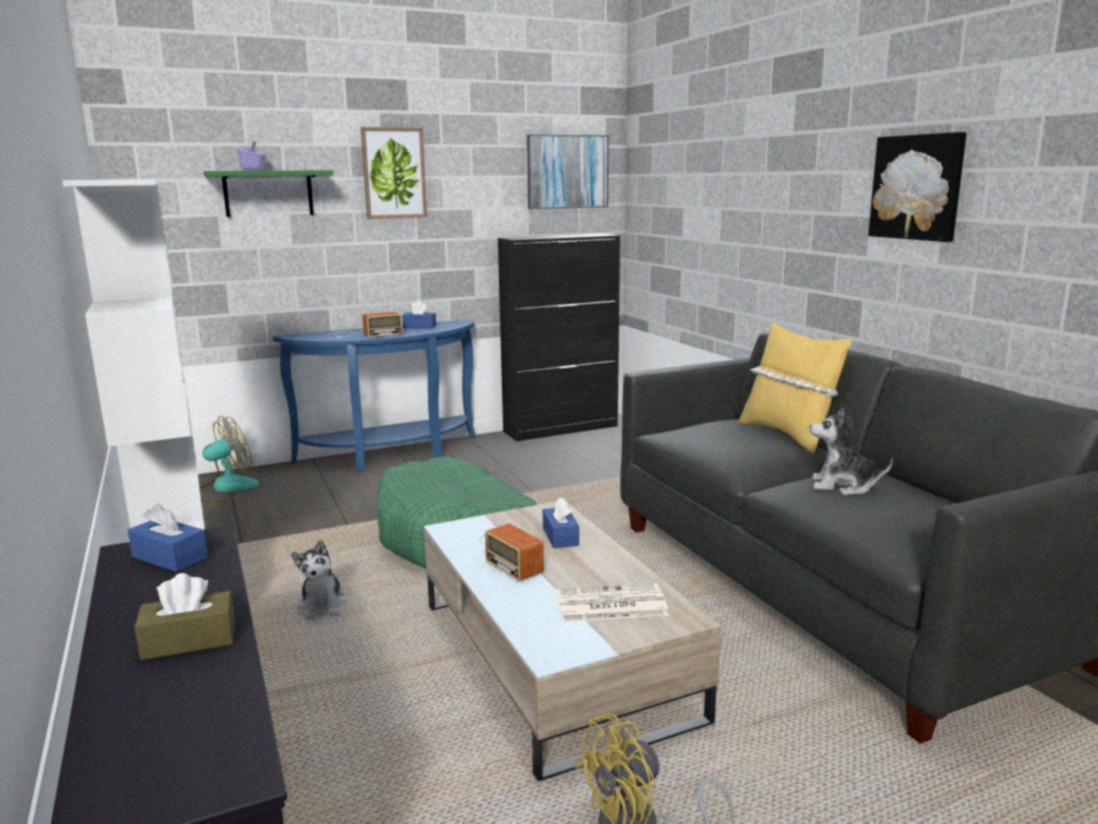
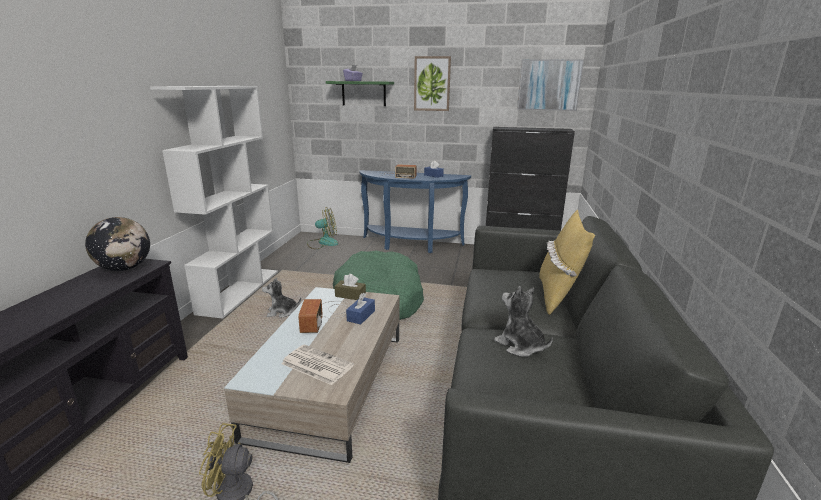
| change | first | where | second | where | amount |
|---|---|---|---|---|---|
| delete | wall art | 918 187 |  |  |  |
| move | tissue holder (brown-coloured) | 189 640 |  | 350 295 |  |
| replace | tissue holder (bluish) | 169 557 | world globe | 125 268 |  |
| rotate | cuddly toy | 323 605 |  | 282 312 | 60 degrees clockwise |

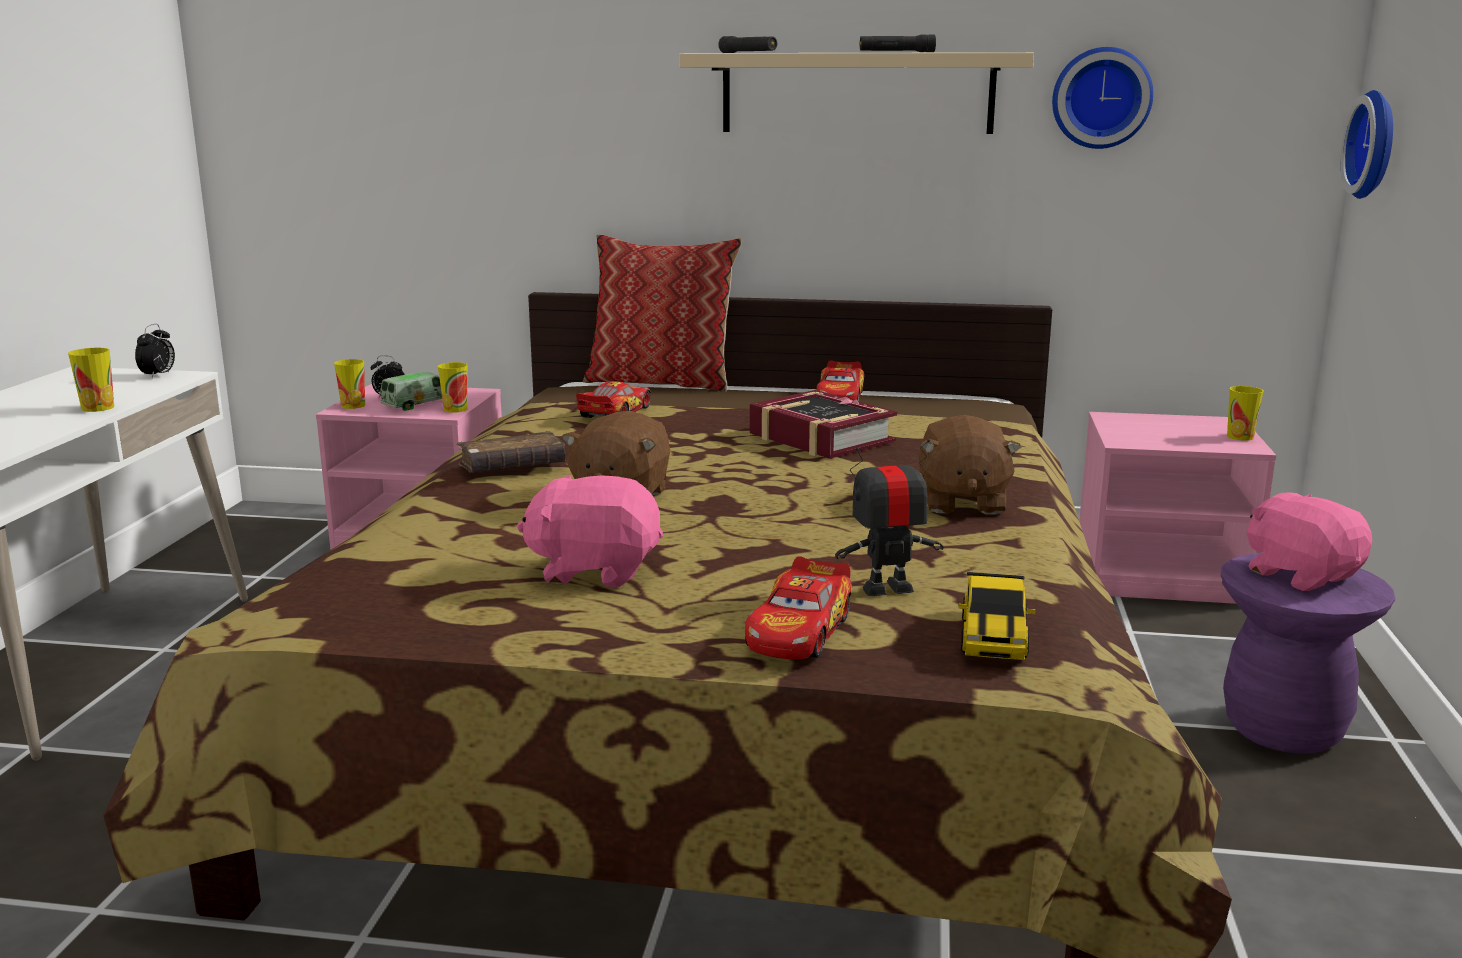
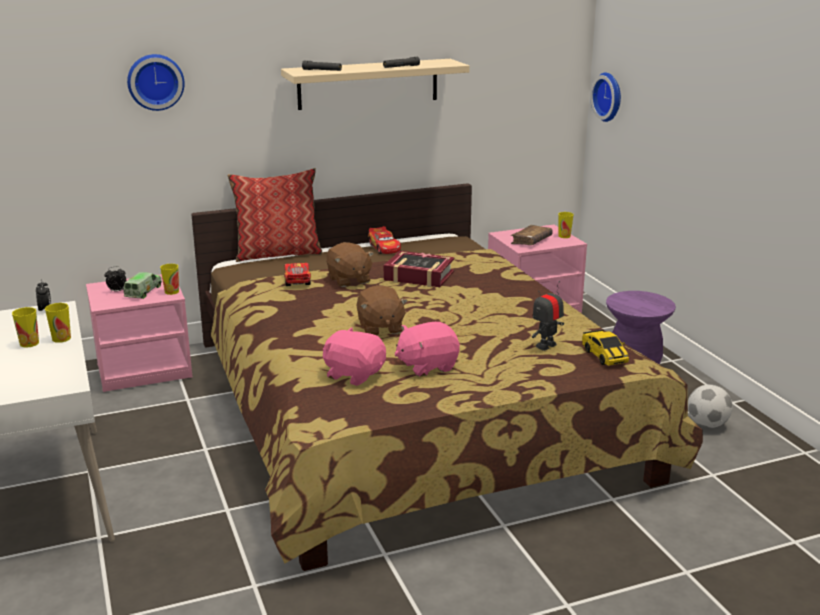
| change | first | where | second | where | amount |
|---|---|---|---|---|---|
| delete | toy car | 800 631 |  |  |  |
| insert |  |  | football ball | 707 424 |  |
| move | small cup | 353 405 |  | 29 343 |  |
| move | bound book (brown-coloured) | 512 467 |  | 531 241 |  |
| move | cuddly toy (brown-coloured) | 961 502 |  | 349 280 |  |
| move | hanging clock | 1101 98 |  | 155 81 |  |
| move | cuddly toy (pink) | 1301 575 |  | 354 374 |  |

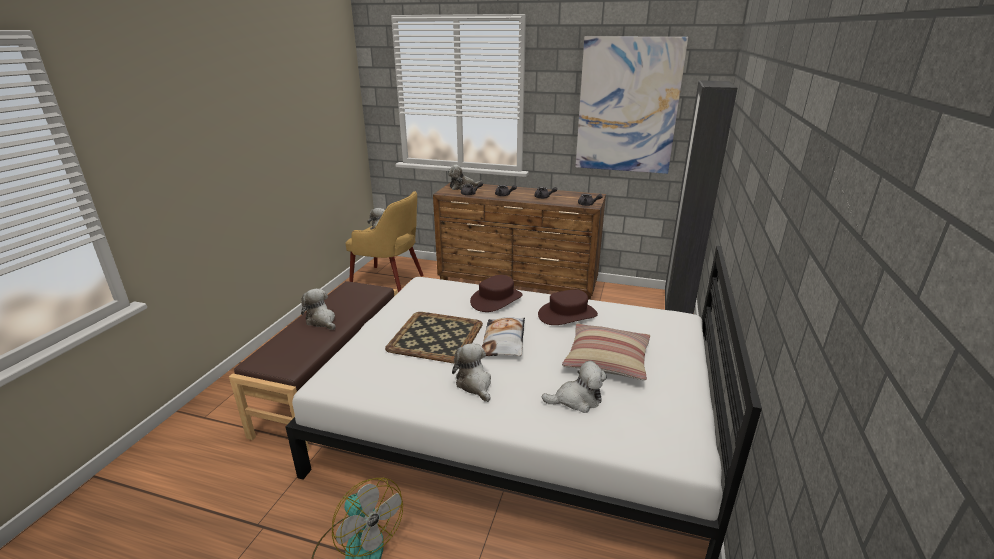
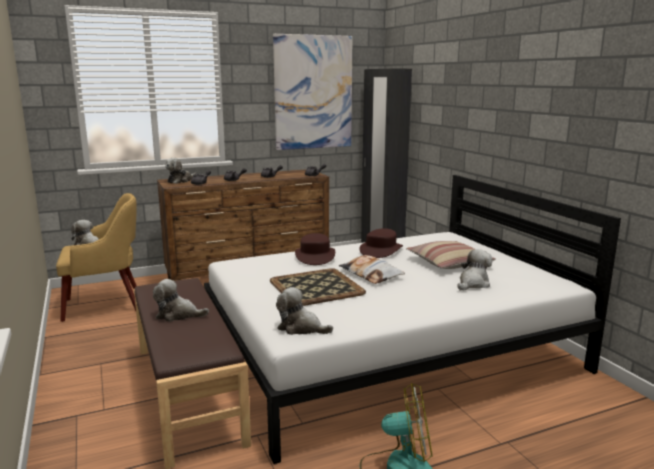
| change | first | where | second | where | amount |
|---|---|---|---|---|---|
| move | cuddly toy | 474 384 |  | 301 328 |  |

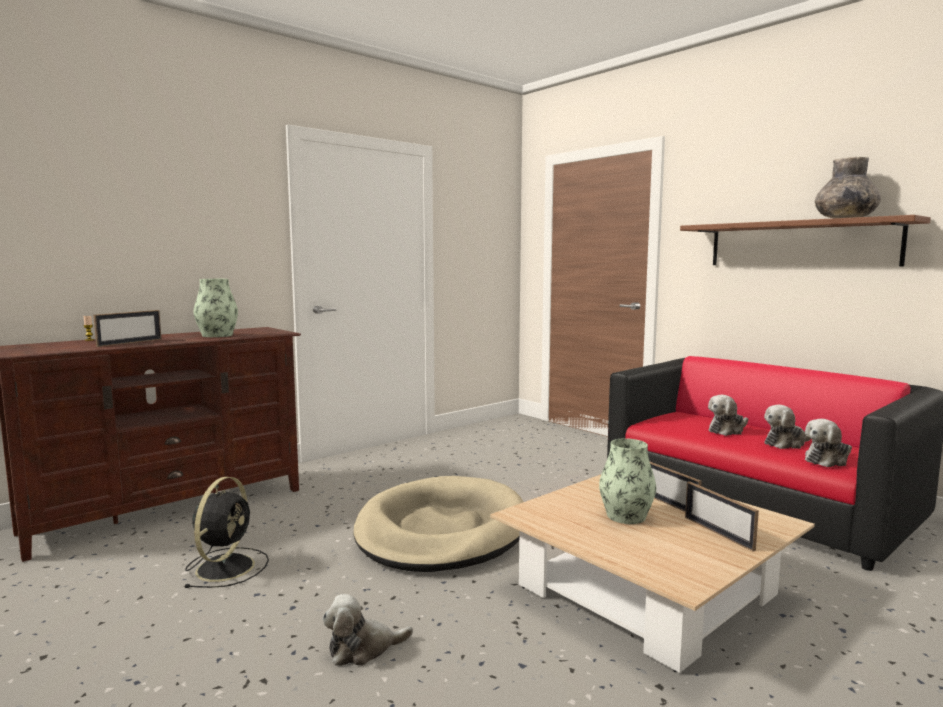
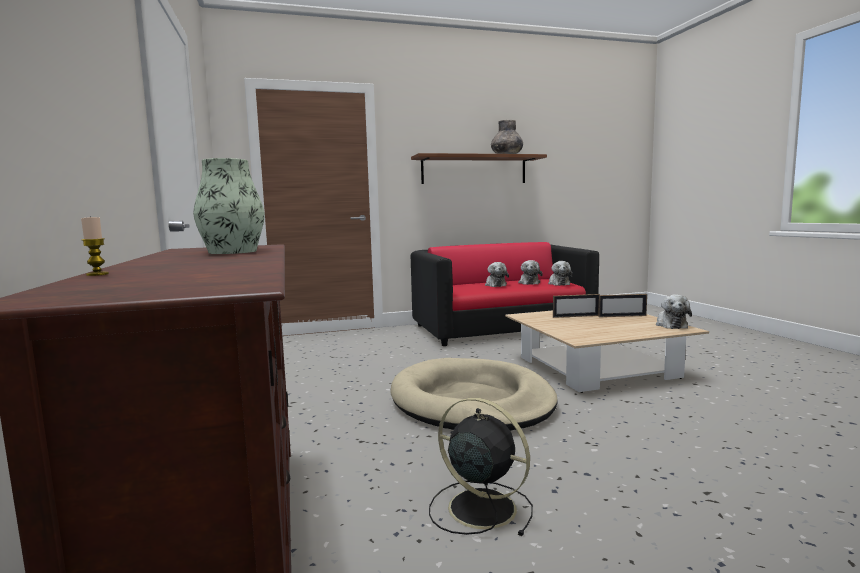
| change | first | where | second | where | amount |
|---|---|---|---|---|---|
| delete | photo frame | 130 342 |  |  |  |
| delete | vase | 626 516 |  |  |  |
| move | cuddly toy | 363 649 |  | 670 325 |  |

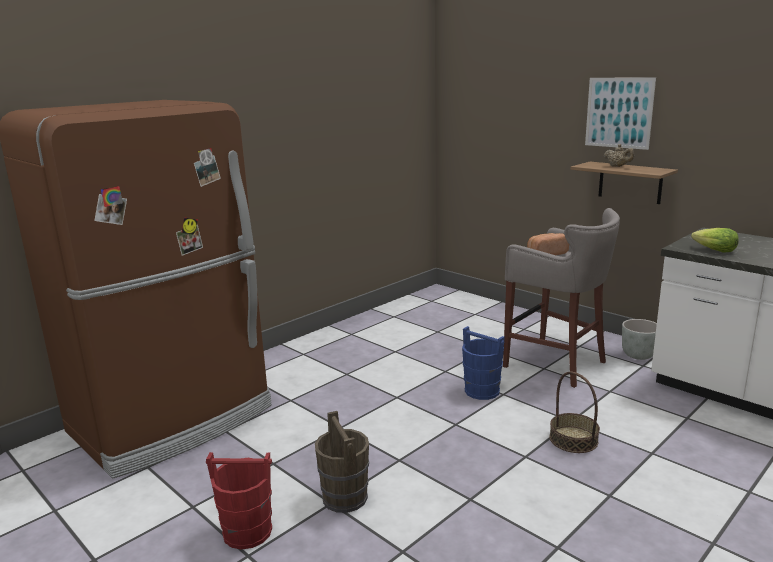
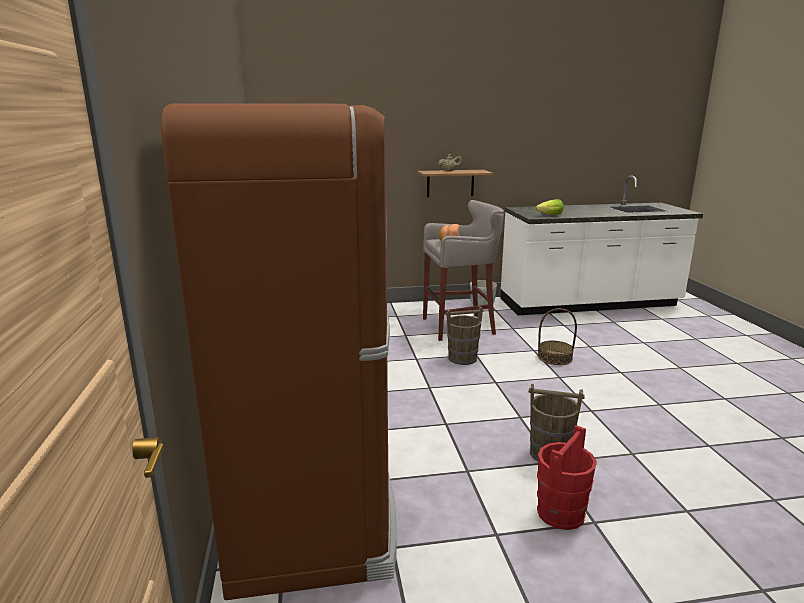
| change | first | where | second | where | amount |
|---|---|---|---|---|---|
| delete | wall art | 619 113 |  |  |  |
| recolor | water bucket (bluish) | 482 391 | water bucket (brown-coloured) | 463 358 |  |

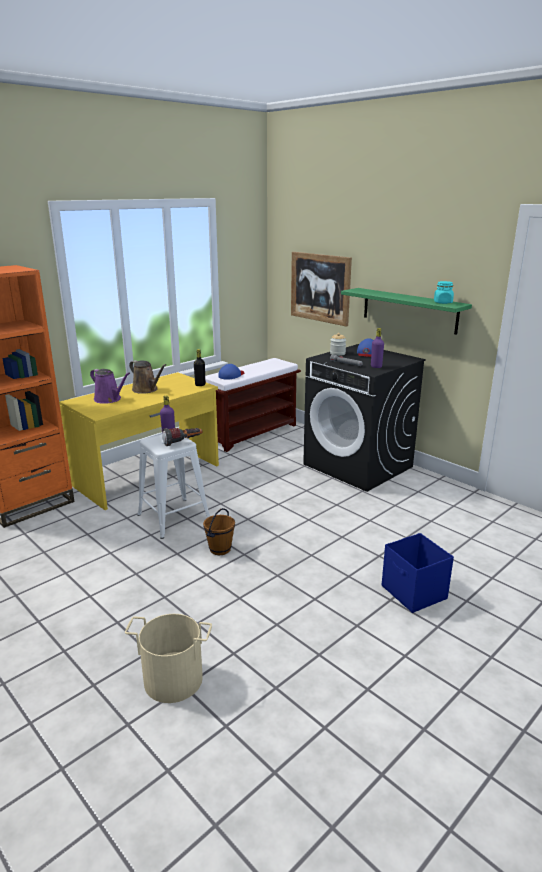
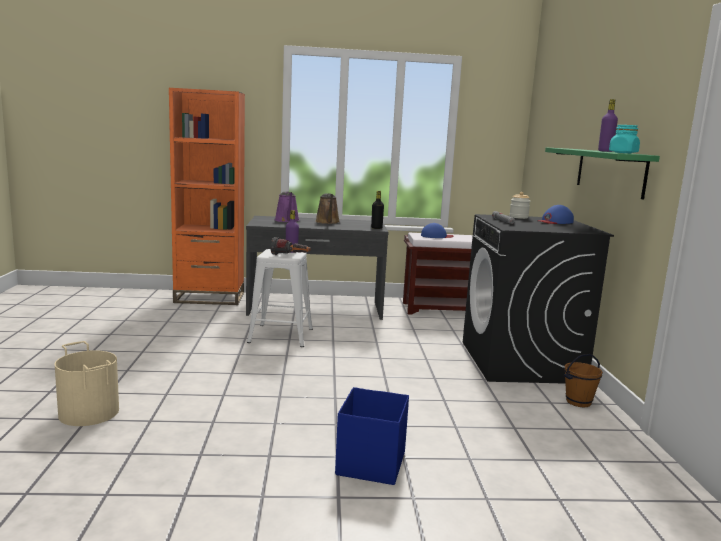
| change | first | where | second | where | amount |
|---|---|---|---|---|---|
| delete | wall art | 320 288 |  |  |  |
| move | water bucket (brown-coloured) | 219 549 |  | 578 402 |  |
| move | bottle (purple-coloured) | 376 366 |  | 605 151 |  |
| recolor | desk unit (yellowish) | 148 476 | desk unit (grey) | 315 308 |  |

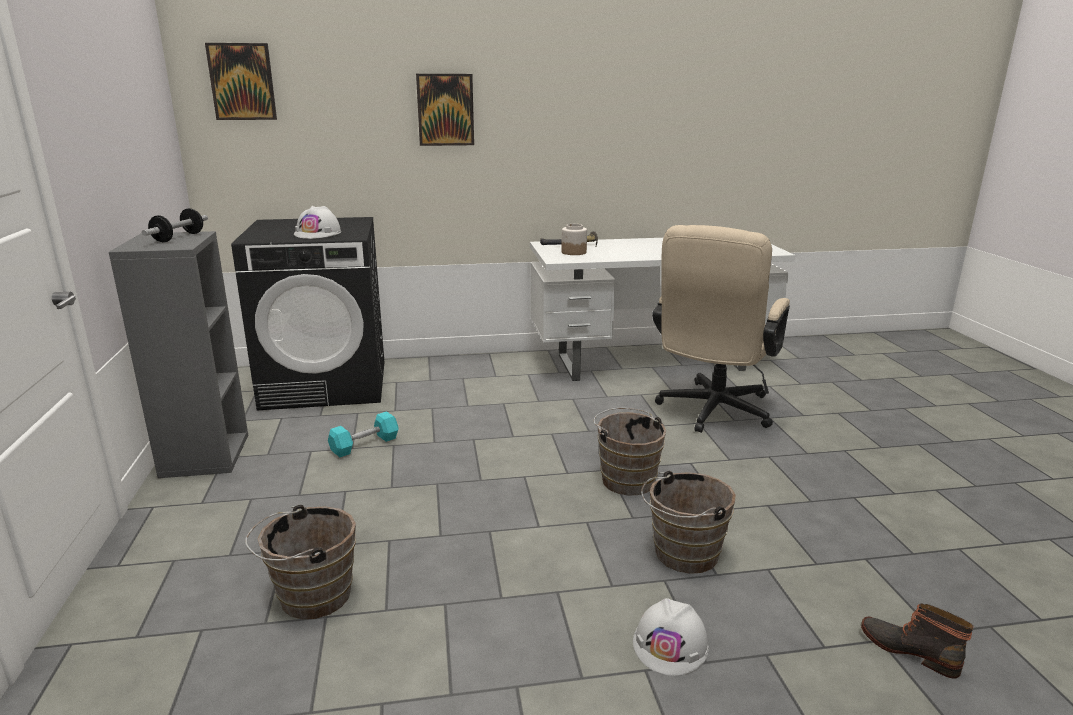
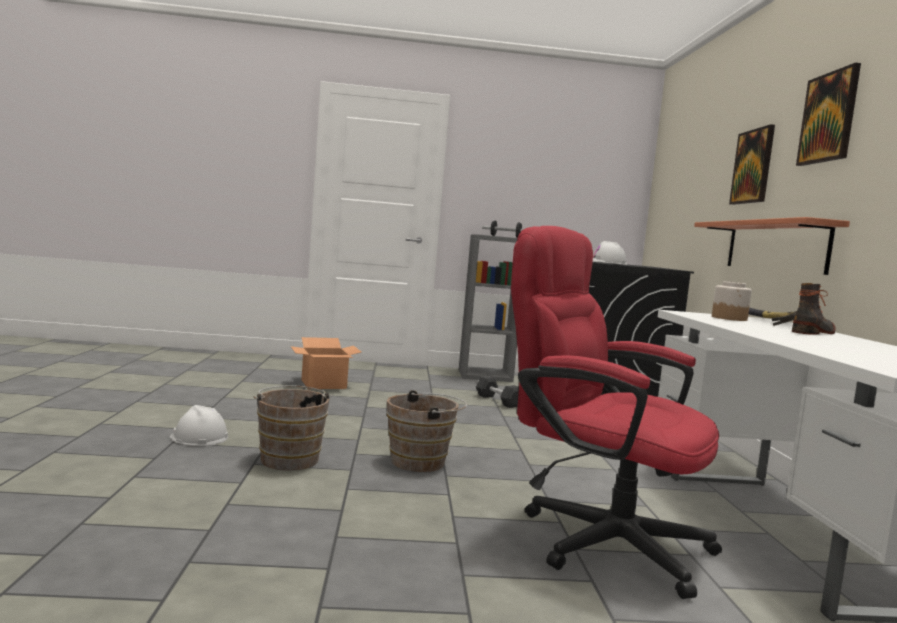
| change | first | where | second | where | amount |
|---|---|---|---|---|---|
| insert |  |  | bracket shelf | 775 246 |  |
| move | wall art | 242 82 |  | 829 117 |  |
| move | boot | 909 650 |  | 813 332 |  |
| replace | water bucket (brown-coloured) | 309 597 | cardboard box | 324 384 |  |
| recolor | hand weight (turquoise-coloured) | 364 445 | hand weight (grey) | 498 401 |  |
| recolor | computer chair (beige) | 711 413 | computer chair (red) | 597 538 |  |

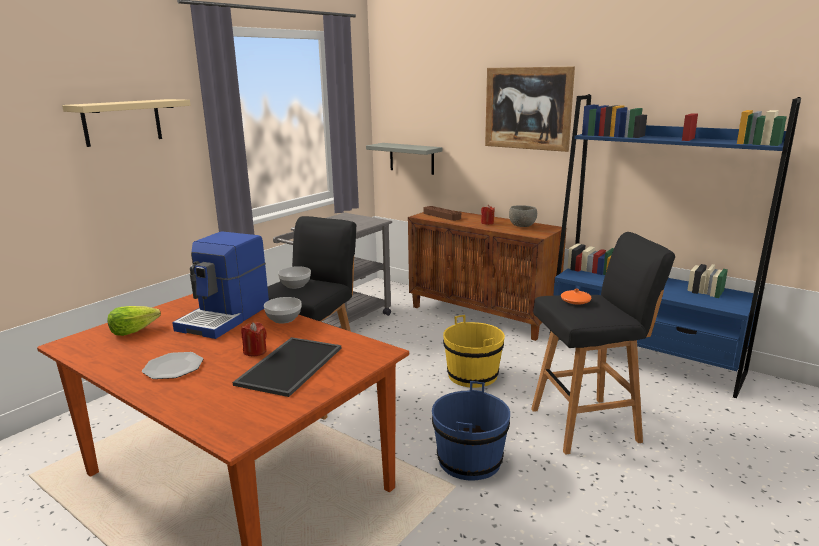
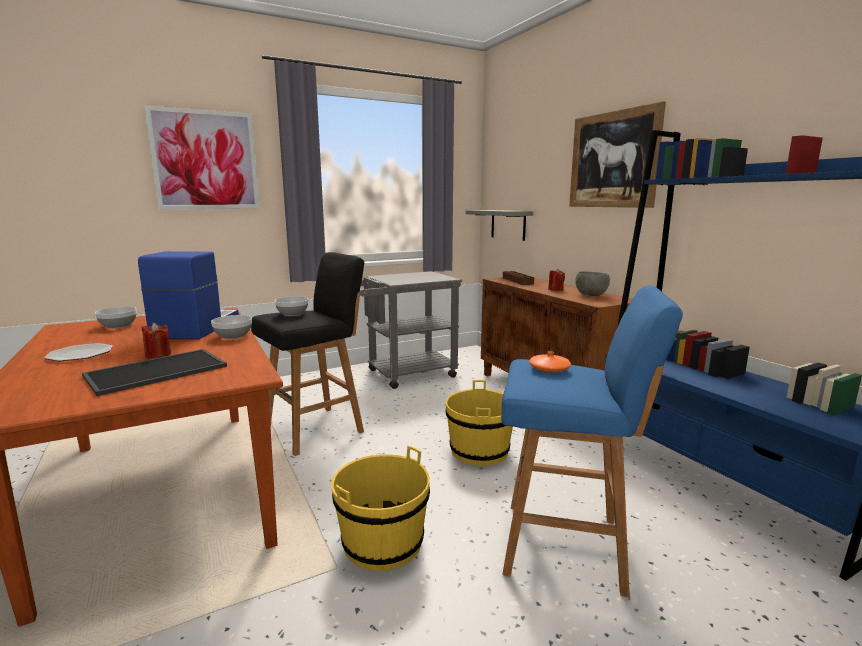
| change | first | where | second | where | amount |
|---|---|---|---|---|---|
| replace | bracket shelf (beige) | 122 122 | wall art | 205 160 |  |
| replace | lettuce | 134 331 | bowl | 118 326 |  |
| recolor | water bucket (bluish) | 470 460 | water bucket (yellowish) | 383 543 |  |
| recolor | stool (black-coloured) | 587 425 | stool (bluish) | 567 546 |  |
| rotate | coffee machine | 225 317 |  | 195 327 | 135 degrees clockwise |

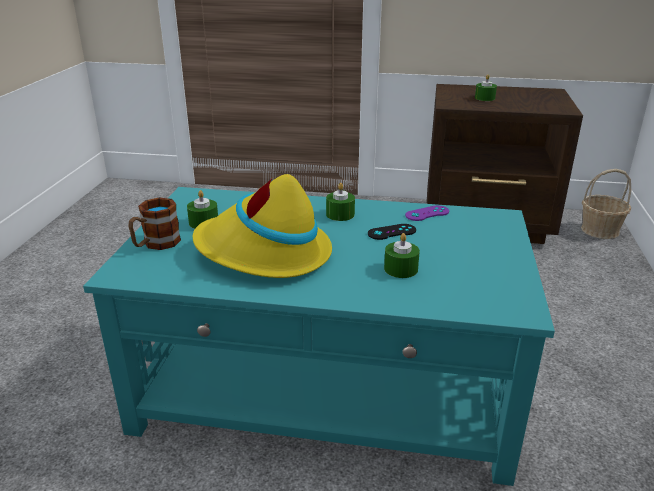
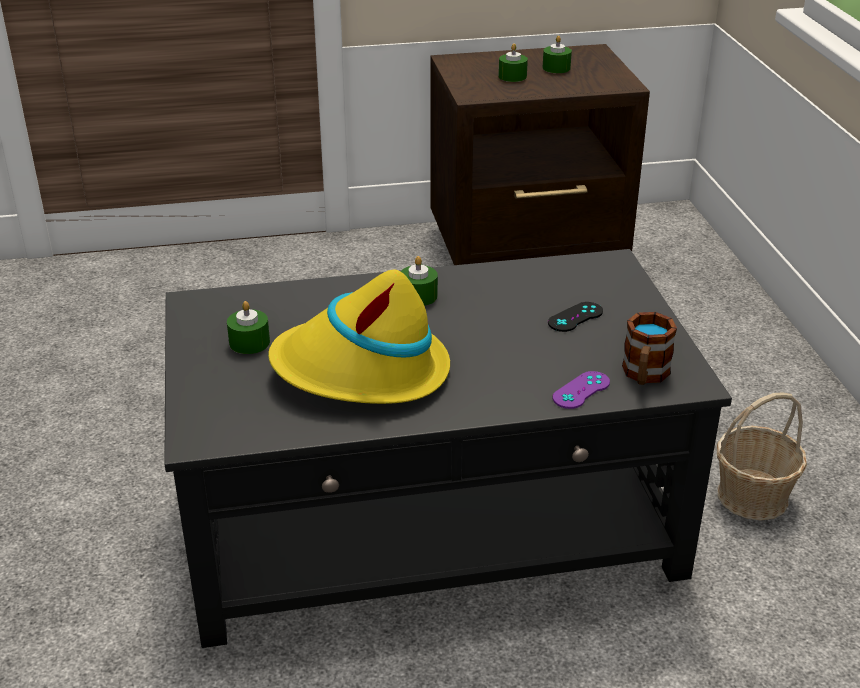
| change | first | where | second | where | amount |
|---|---|---|---|---|---|
| move | tea mug | 156 244 |  | 644 375 |  |
| move | joypad (black-coloured) | 392 232 |  | 575 317 |  |
| move | wax light (green-coloured) | 401 269 |  | 556 68 |  |
| move | joypad (purple-coloured) | 427 213 |  | 581 390 |  |
| move | household basket | 600 230 |  | 753 496 |  |
| recolor | low table (turquoise-coloured) | 329 386 | low table (black-coloured) | 432 521 |  |

